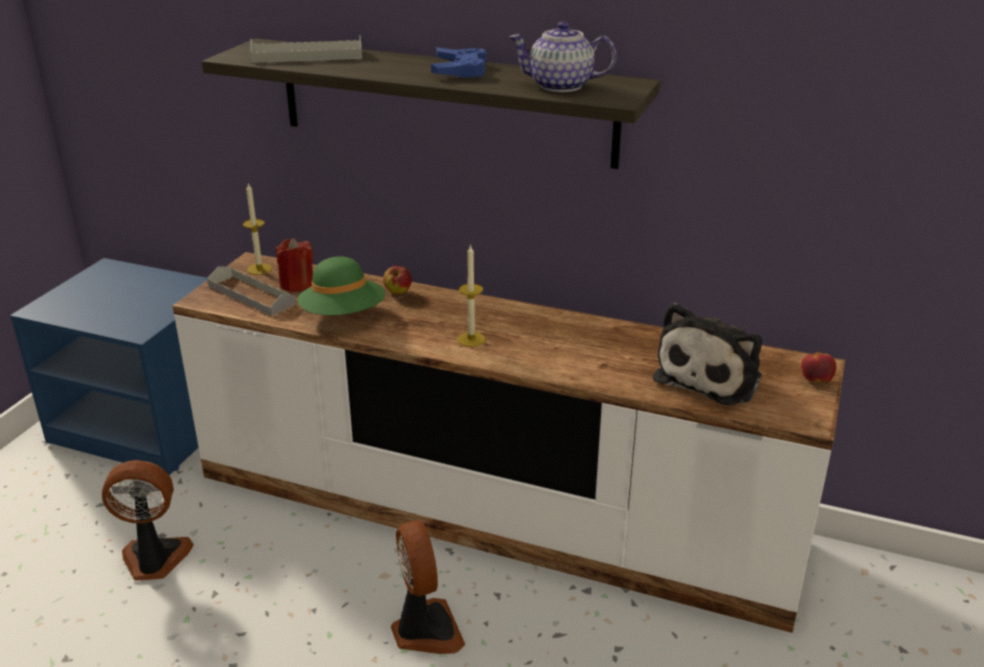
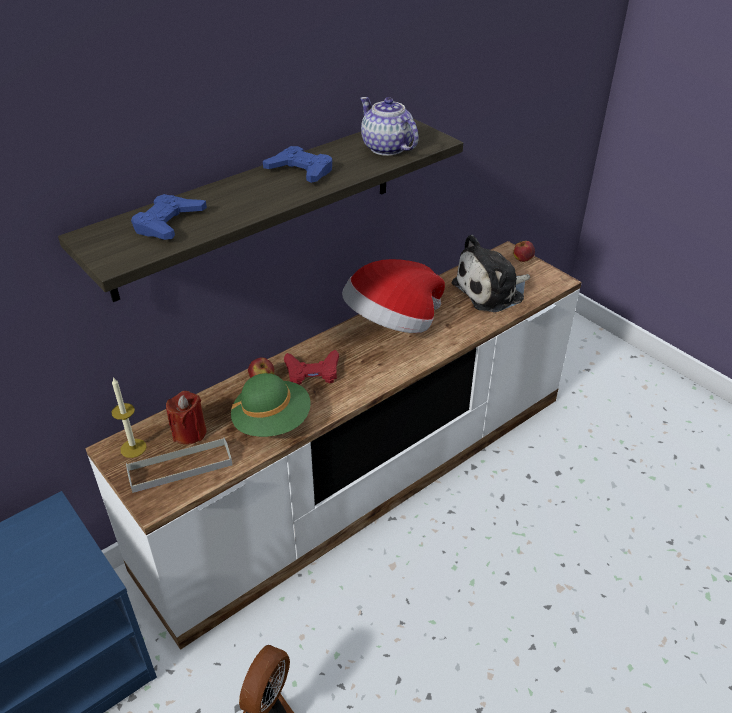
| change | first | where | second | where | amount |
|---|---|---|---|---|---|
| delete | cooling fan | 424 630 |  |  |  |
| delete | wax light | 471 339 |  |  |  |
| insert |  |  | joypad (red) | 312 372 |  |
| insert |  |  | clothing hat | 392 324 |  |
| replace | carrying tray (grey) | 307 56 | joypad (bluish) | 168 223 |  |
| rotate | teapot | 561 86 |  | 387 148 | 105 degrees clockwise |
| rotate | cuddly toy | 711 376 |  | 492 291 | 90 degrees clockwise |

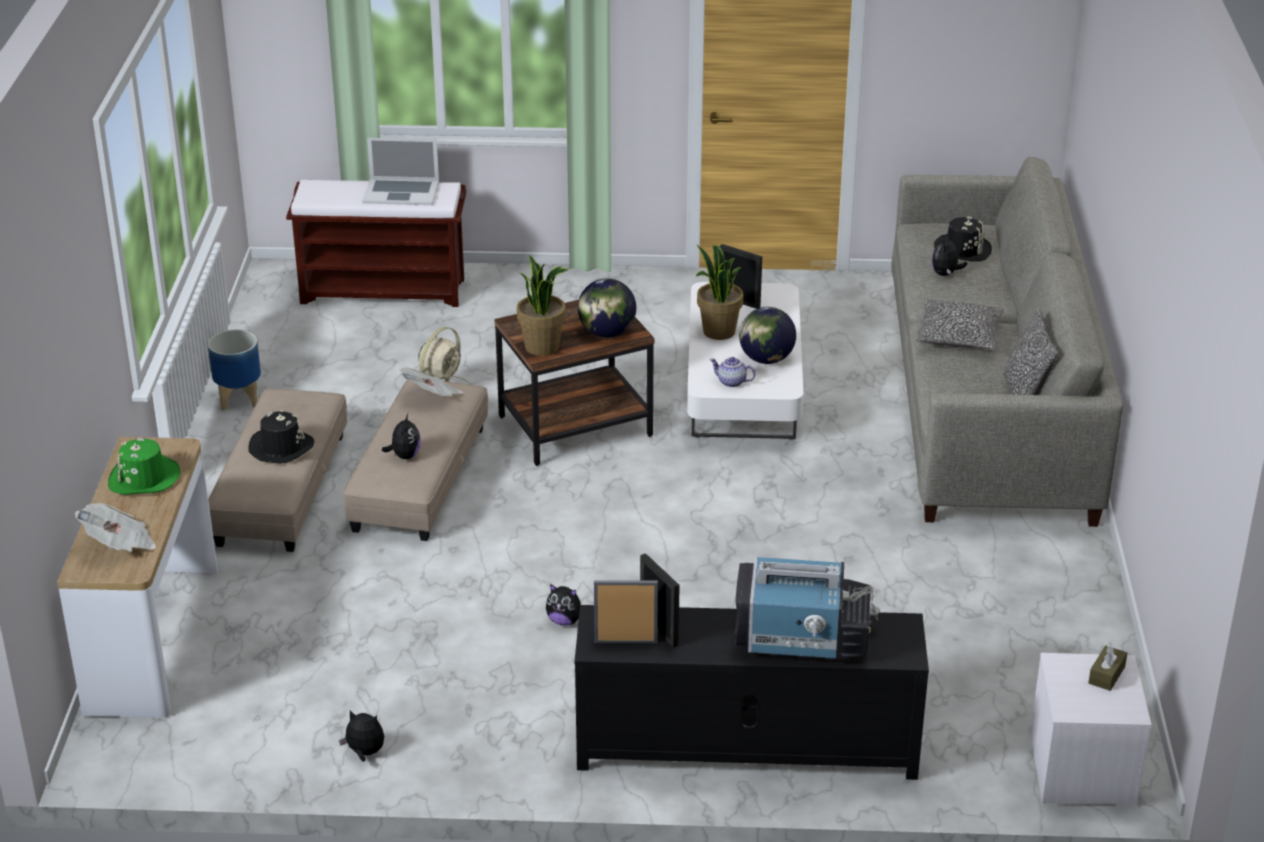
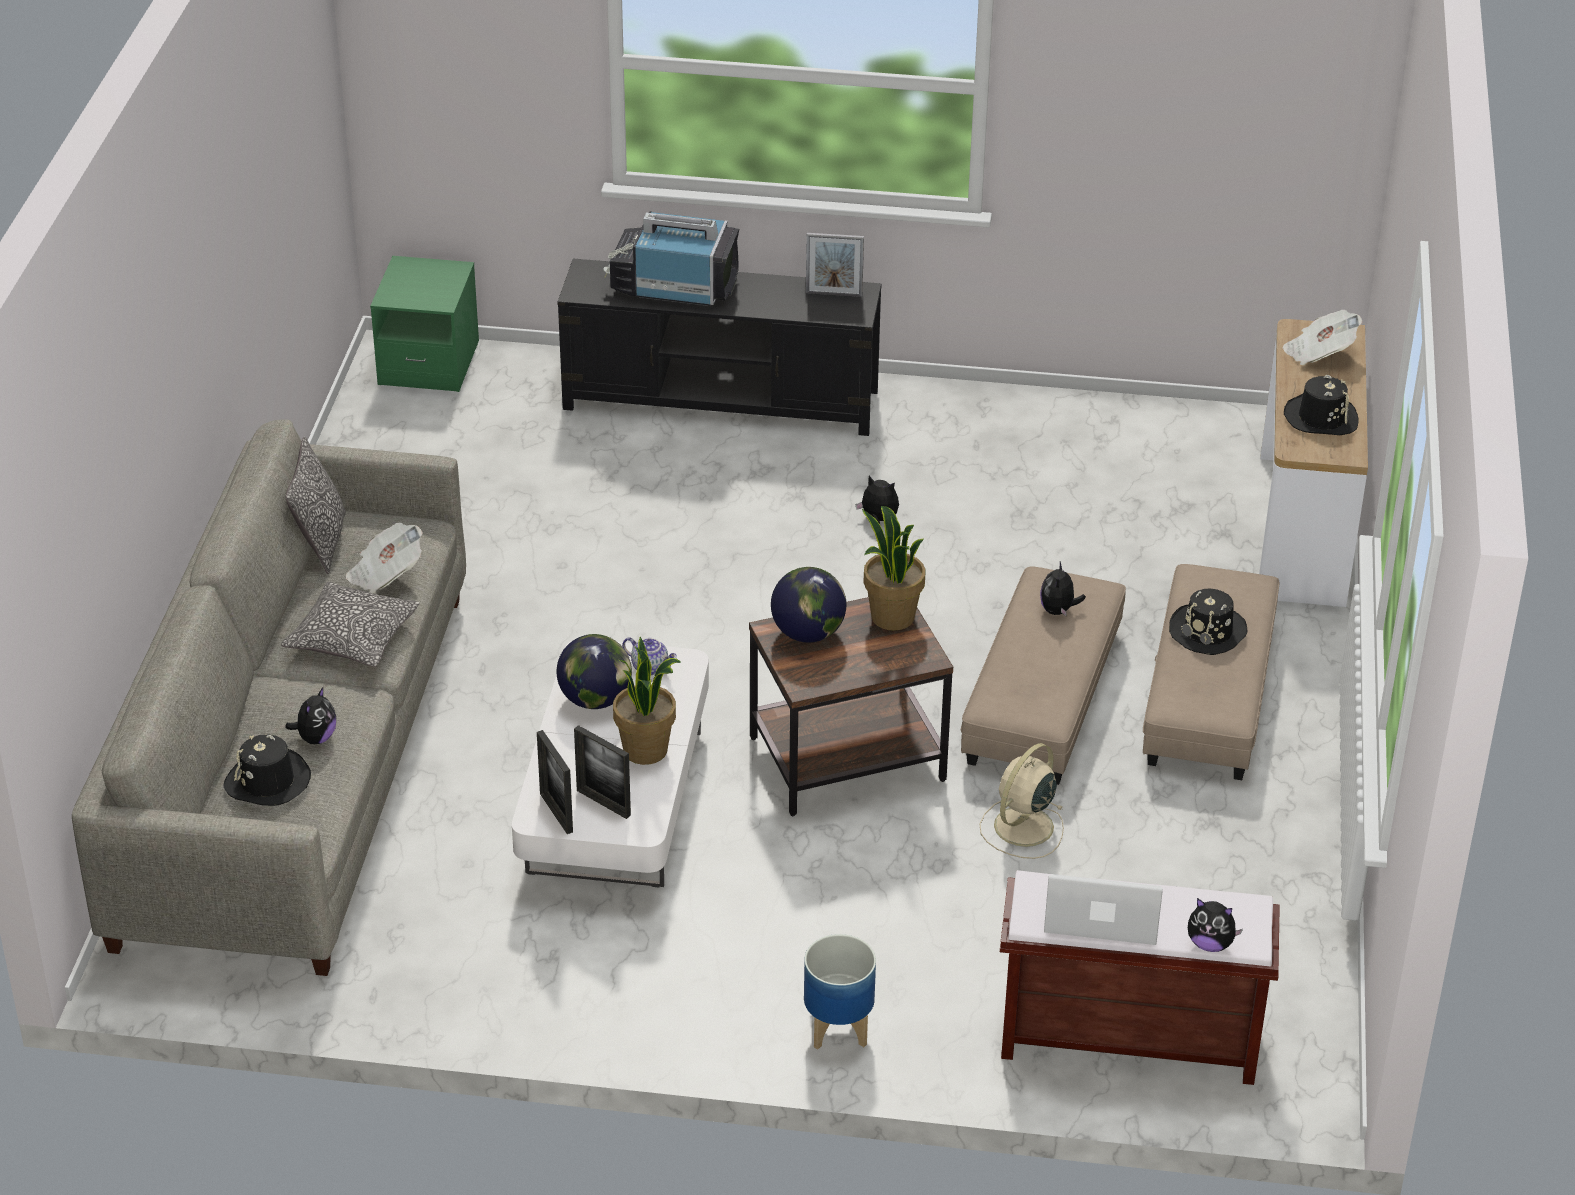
| change | first | where | second | where | amount |
|---|---|---|---|---|---|
| delete | tissue holder (brown-coloured) | 1106 675 |  |  |  |
| move | plant pot | 240 399 |  | 837 1029 |  |
| move | cuddly toy | 365 753 |  | 1210 944 |  |
| move | newspaper | 431 396 |  | 385 574 |  |
| move | photo frame | 659 630 |  | 556 813 |  |
| recolor | clothing hat (green-coloured) | 144 478 | clothing hat (black-coloured) | 1321 417 |  |
| recolor | night table (white) | 1082 770 | night table (green-coloured) | 429 364 |  |

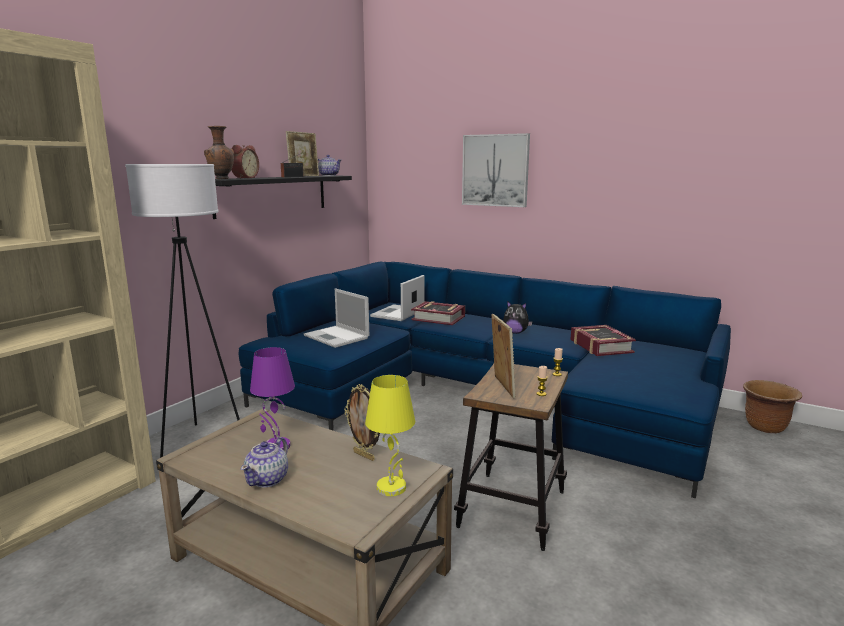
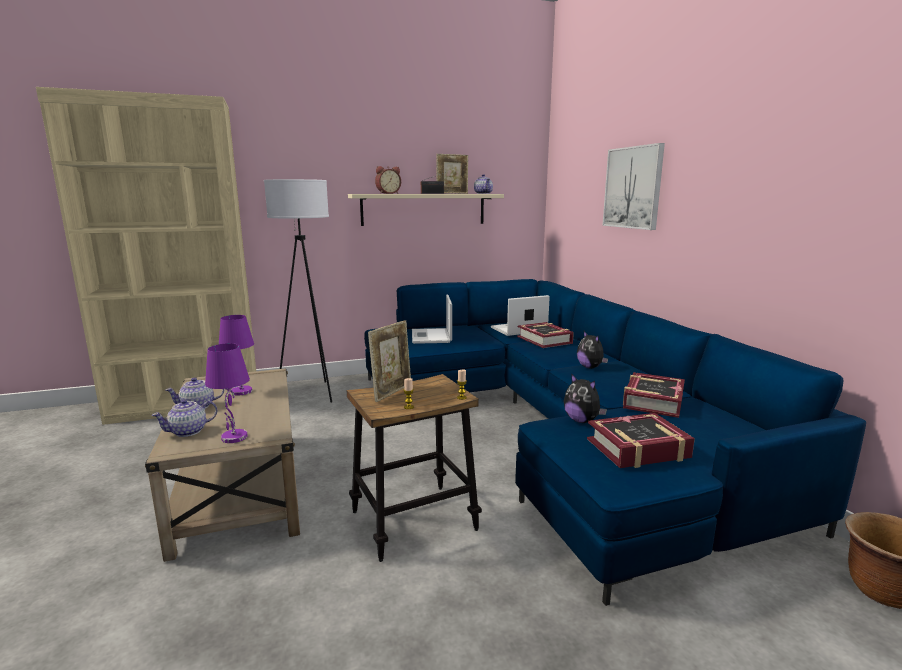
| change | first | where | second | where | amount |
|---|---|---|---|---|---|
| delete | vase (brown-coloured) | 221 179 |  |  |  |
| delete | photo frame | 364 455 |  |  |  |
| insert |  |  | teapot | 189 431 |  |
| insert |  |  | cuddly toy | 582 420 |  |
| insert |  |  | bound book | 638 449 |  |
| recolor | bracket shelf (black-coloured) | 272 195 | bracket shelf (beige) | 424 209 |  |
| recolor | tabletop lamp (yellowish) | 392 488 | tabletop lamp (purple-coloured) | 234 437 |  |

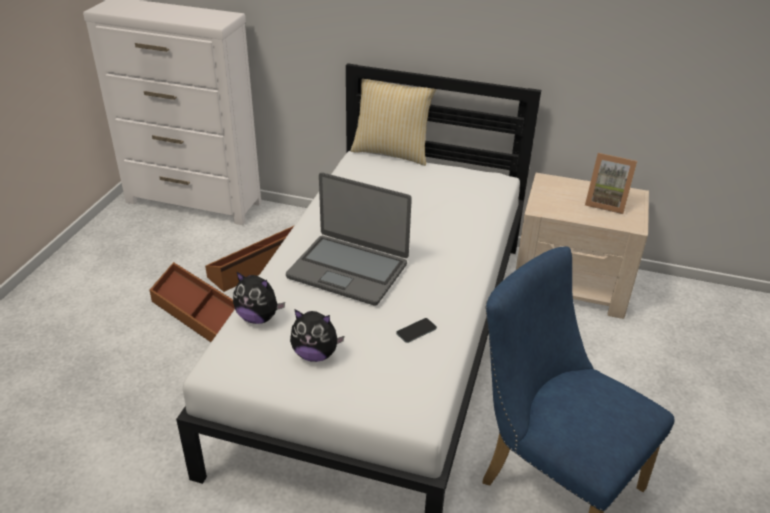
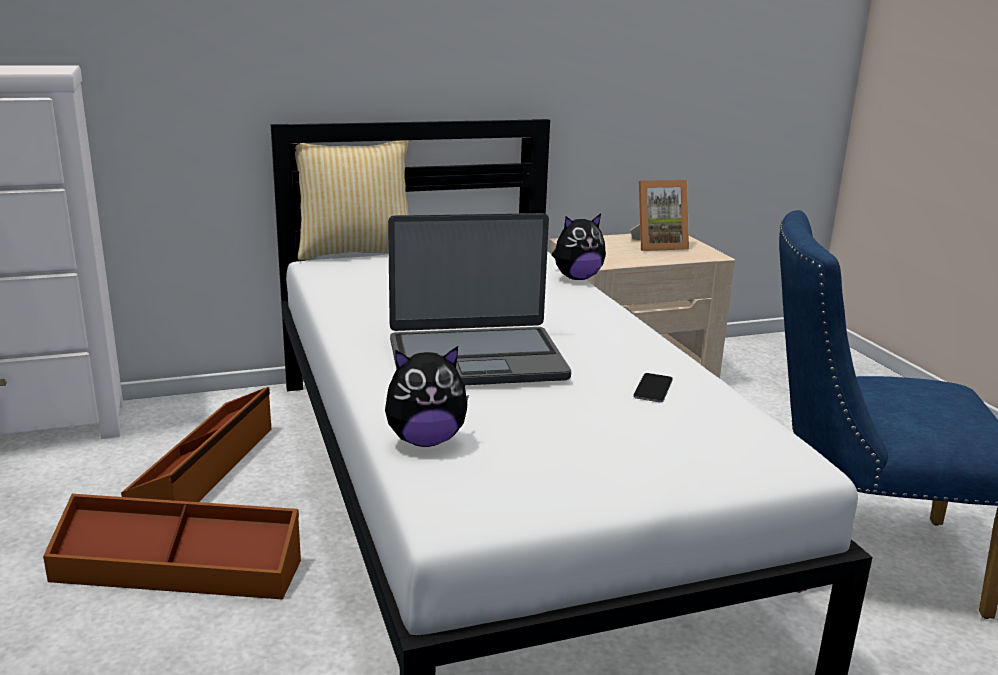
| change | first | where | second | where | amount |
|---|---|---|---|---|---|
| move | cuddly toy | 315 354 |  | 577 278 |  |

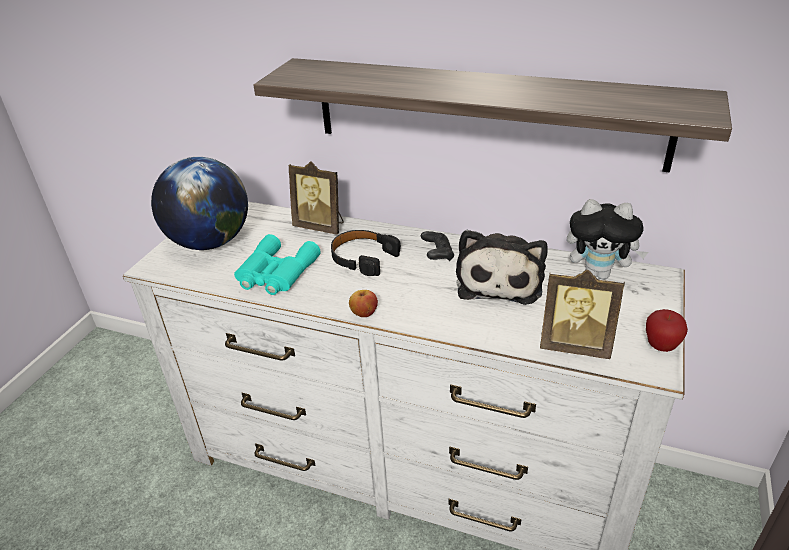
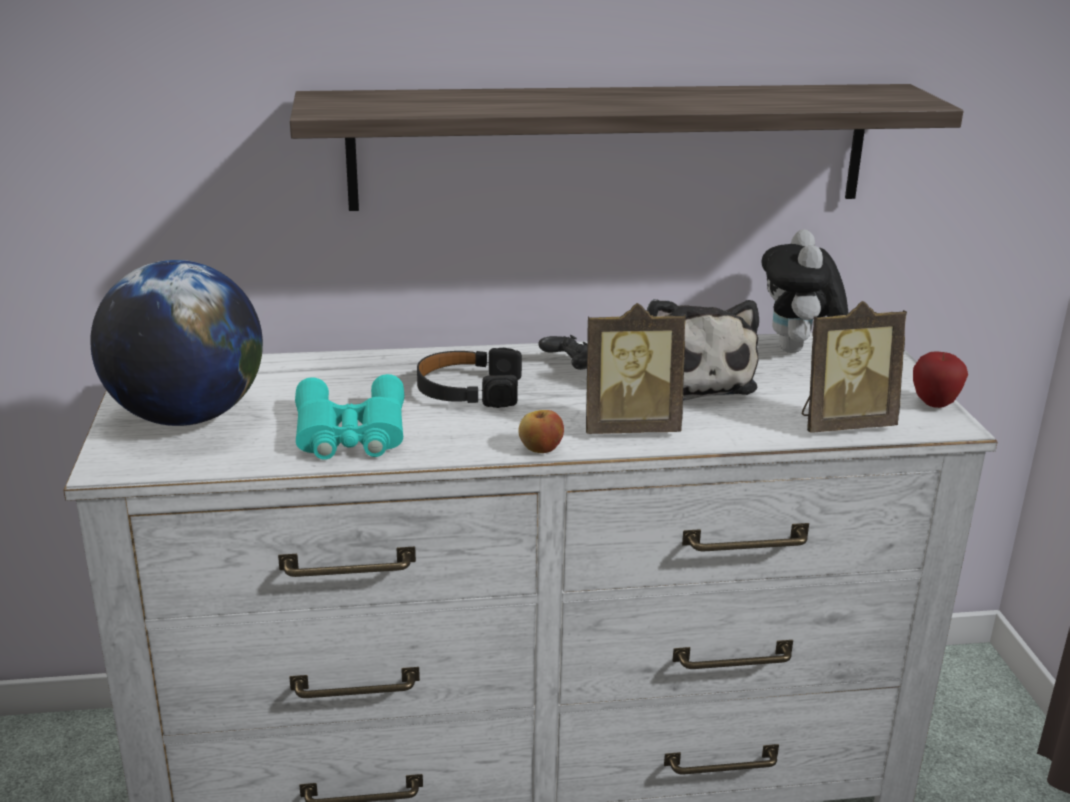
| change | first | where | second | where | amount |
|---|---|---|---|---|---|
| move | photo frame | 321 226 |  | 630 427 |  |
| rotate | cuddly toy | 599 274 |  | 797 350 | 105 degrees clockwise |

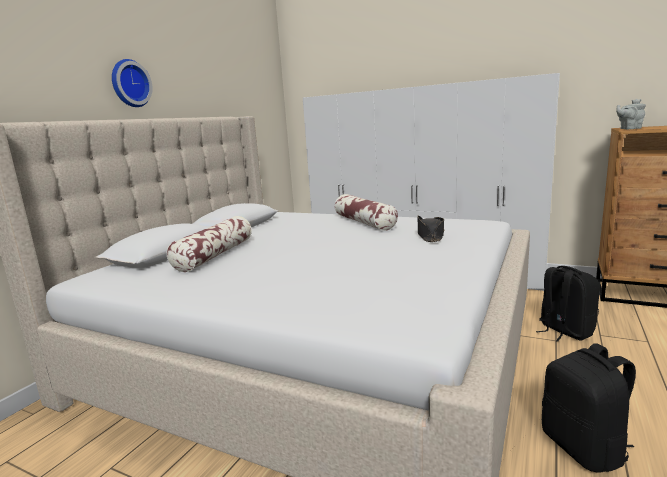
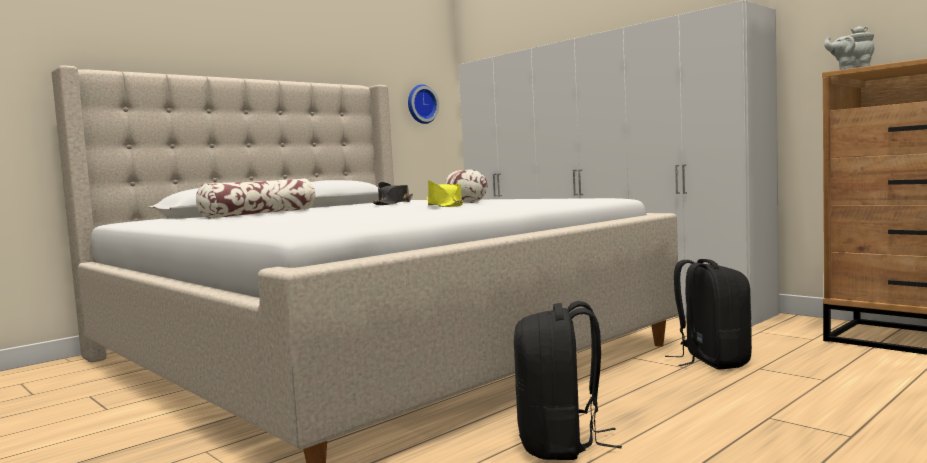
| change | first | where | second | where | amount |
|---|---|---|---|---|---|
| insert |  |  | clothing hat (yellowish) | 445 205 |  |
| move | hanging clock | 129 83 |  | 421 104 |  |
| move | clothing hat (black-coloured) | 430 236 |  | 393 203 |  |

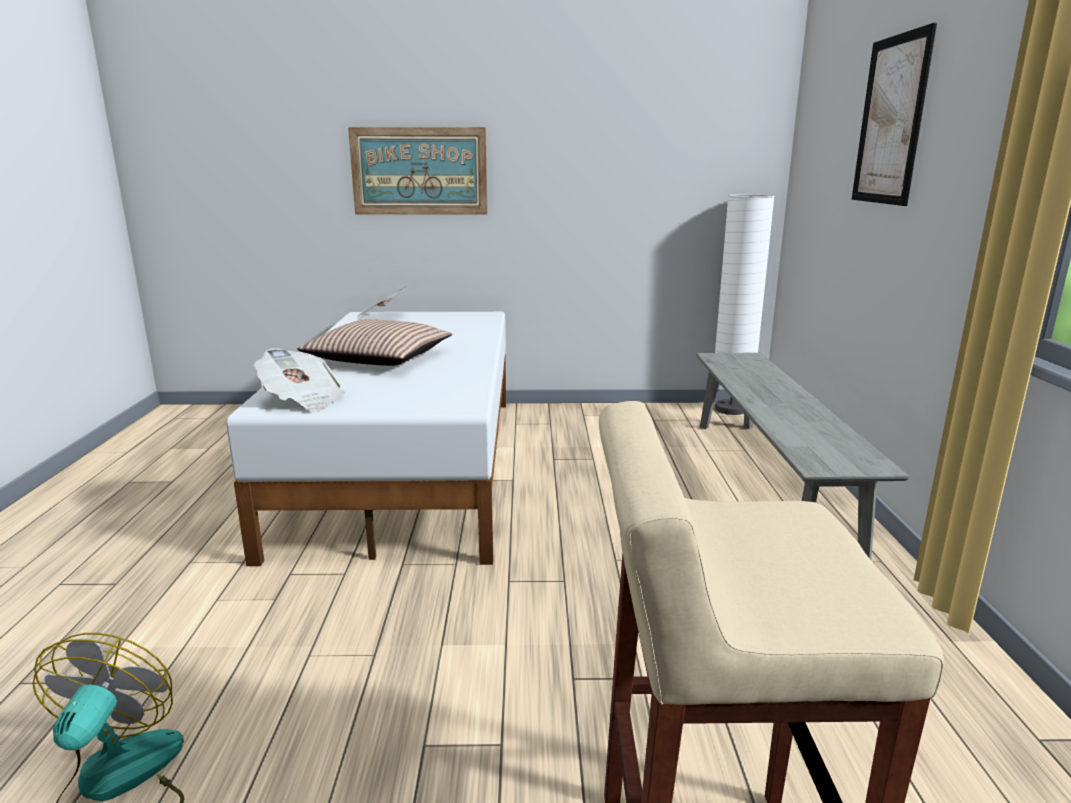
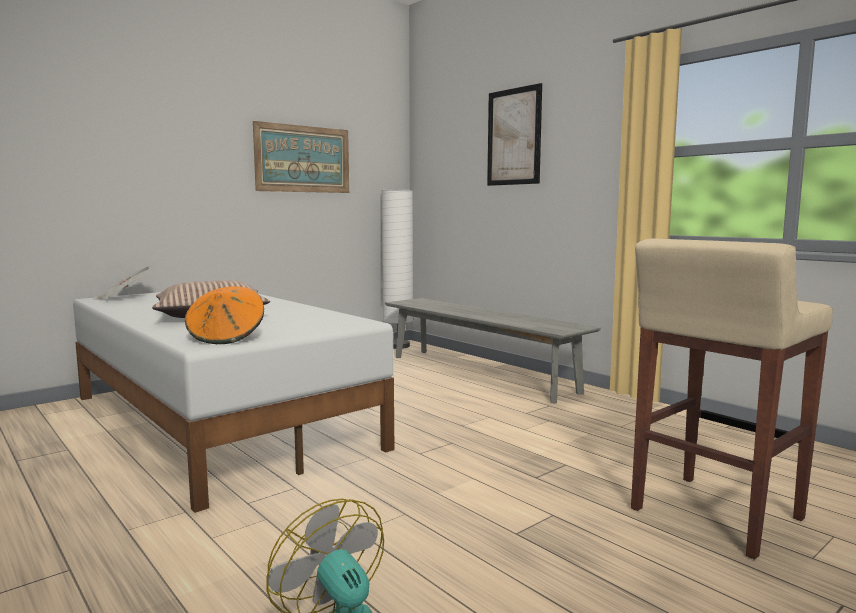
| change | first | where | second | where | amount |
|---|---|---|---|---|---|
| move | wall art | 419 171 |  | 303 159 |  |
| replace | newspaper | 302 400 | clothing hat (orangey) | 227 338 |  |

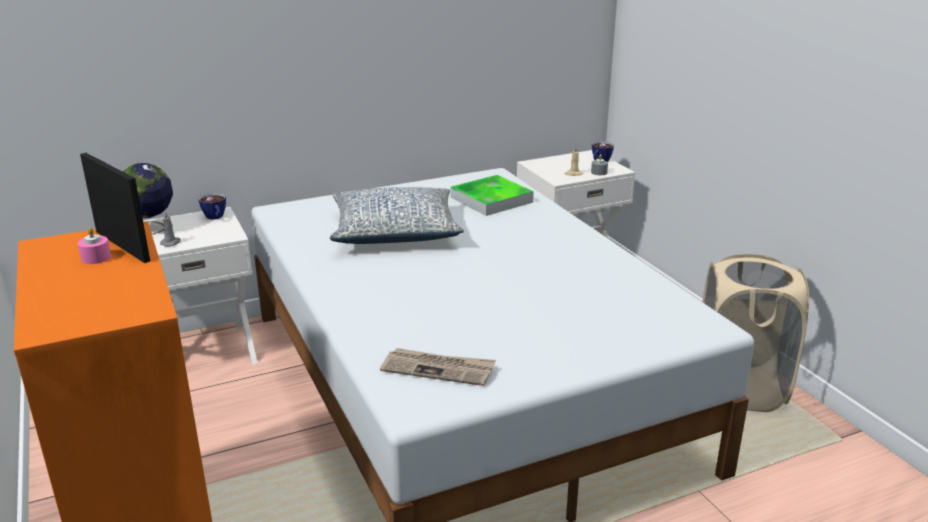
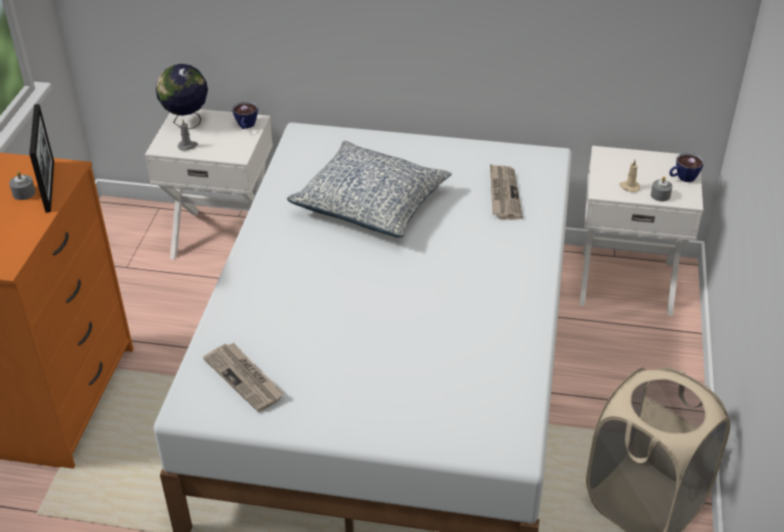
| change | first | where | second | where | amount |
|---|---|---|---|---|---|
| replace | carrying tray | 491 200 | newspaper | 503 194 |  |
| recolor | wax light (pink) | 96 258 | wax light (grey) | 24 193 |  |

